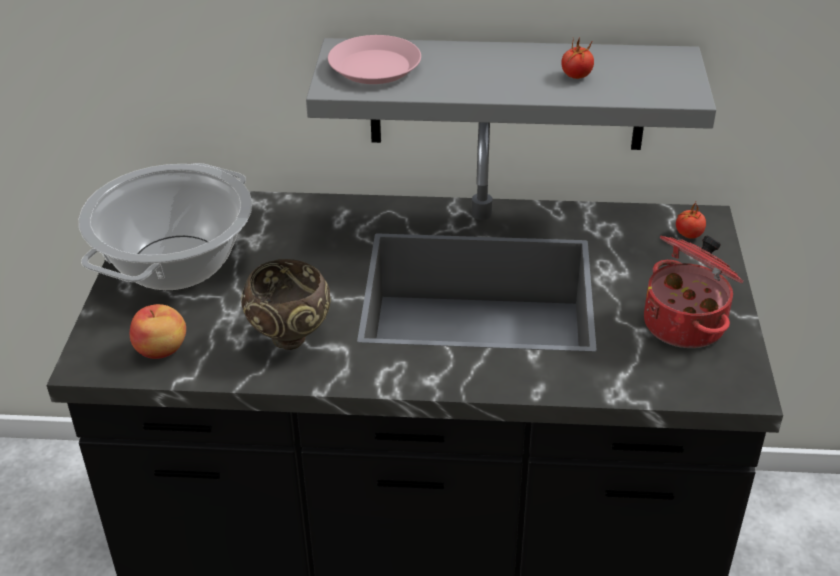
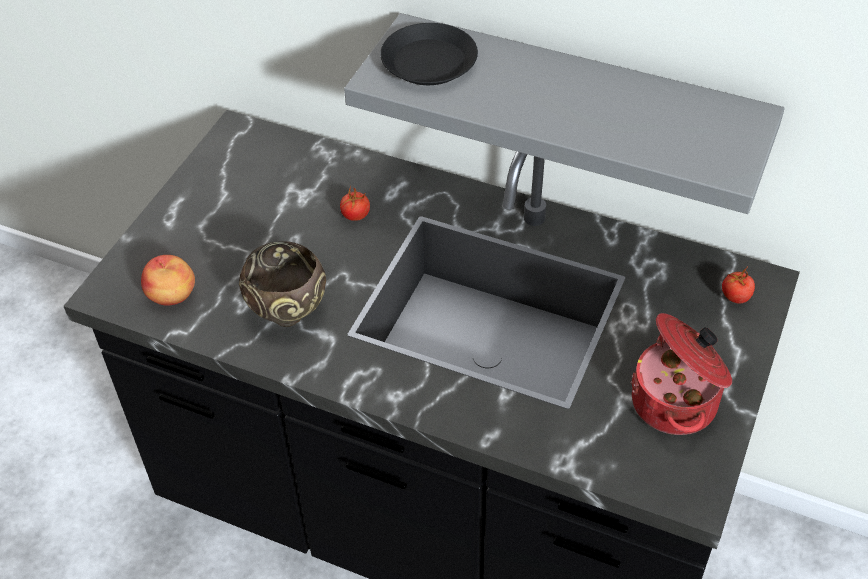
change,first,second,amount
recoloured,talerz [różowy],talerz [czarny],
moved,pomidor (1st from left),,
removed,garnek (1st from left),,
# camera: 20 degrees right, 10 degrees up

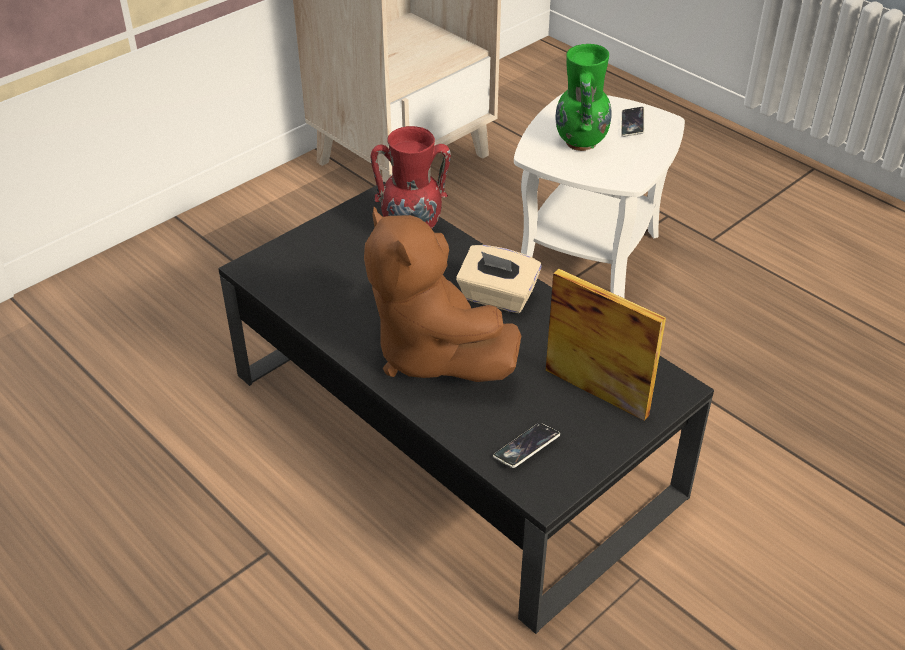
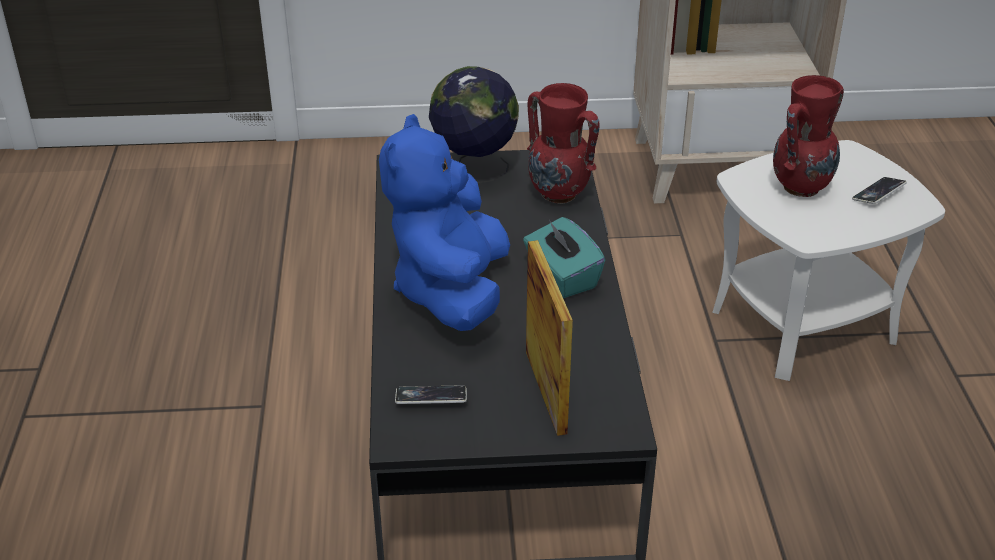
change,first,second,amount
recoloured,wazon [zielony],wazon [czerwony] (2nd from left),
recoloured,pluszak [brązowy],pluszak [niebieski],
recoloured,pudełko chusteczek [beżowy],pudełko chusteczek [turkusowy],
added,,globus,
# camera: 40 degrees right, 5 degrees down

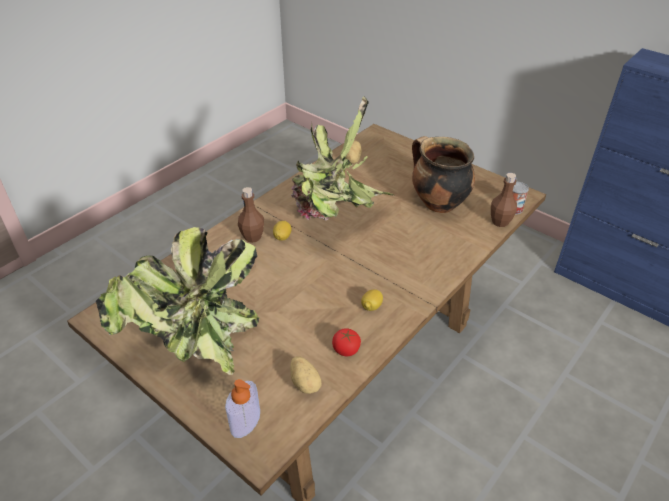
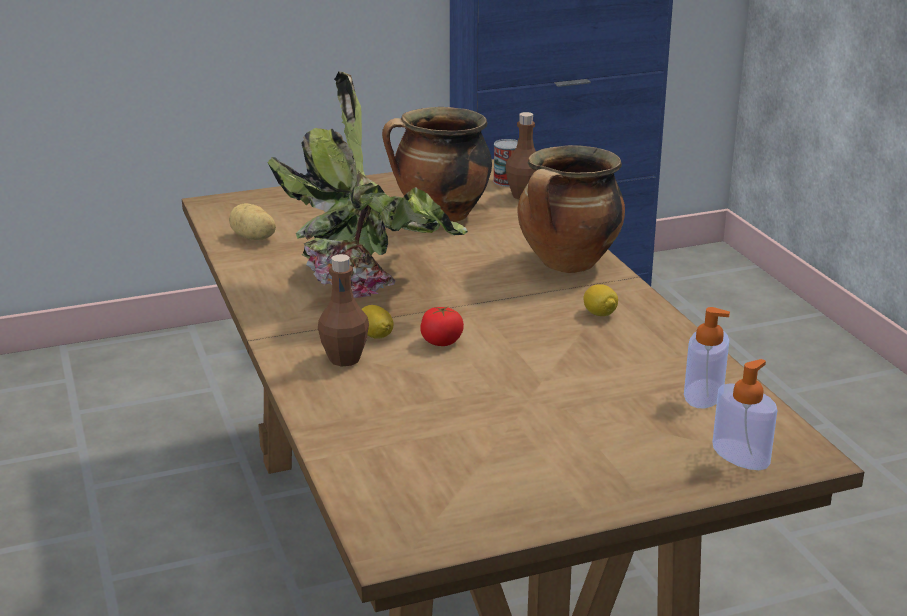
change,first,second,amount
removed,roślina doniczkowa (1st from left),,
moved,pomidor,,
replaced,ziemniak (1st from left),dozownik mydła (1st from left),
added,,garnek (2nd from left),
# camera: 60 degrees left, 15 degrees down

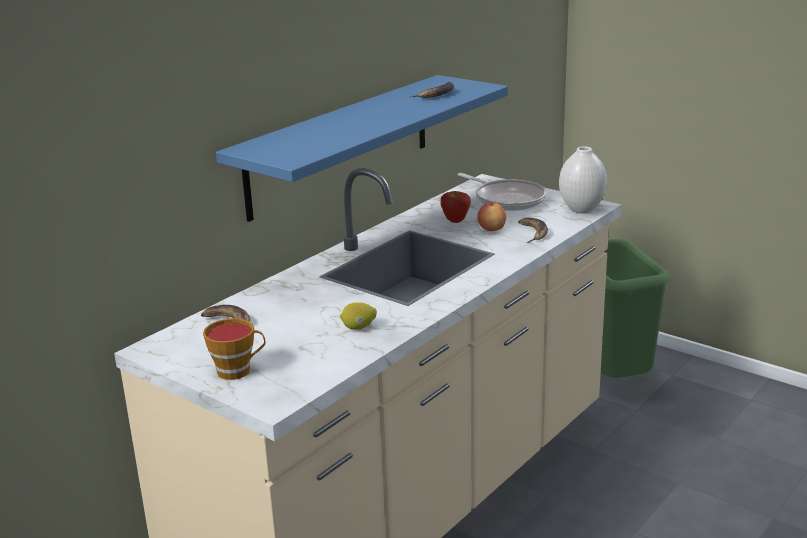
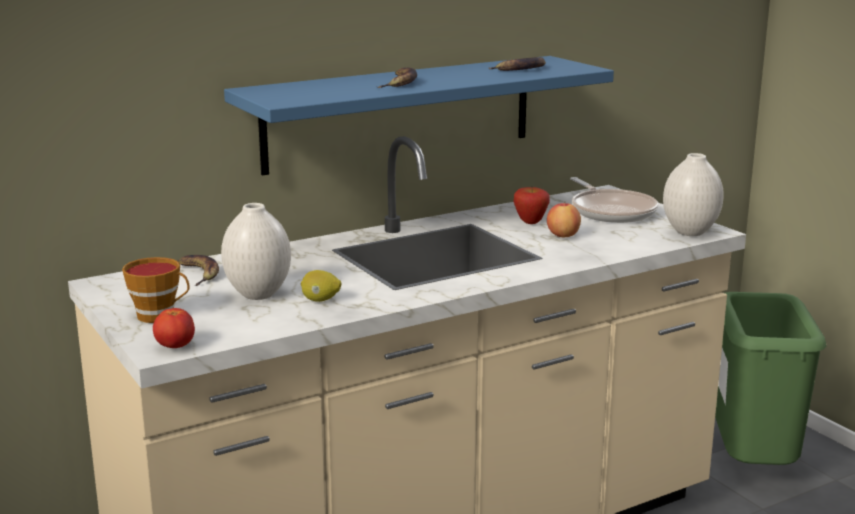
change,first,second,amount
moved,banan (3rd from left in the first image),banan (2nd from left),
added,,wazon [biały] (1st from left),
added,,pomidor,
# camera: 20 degrees right, 5 degrees down

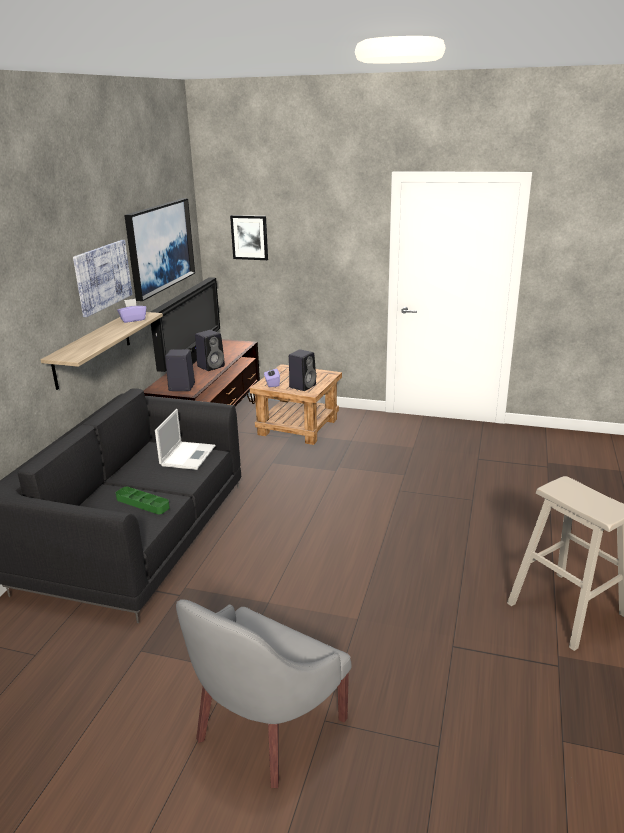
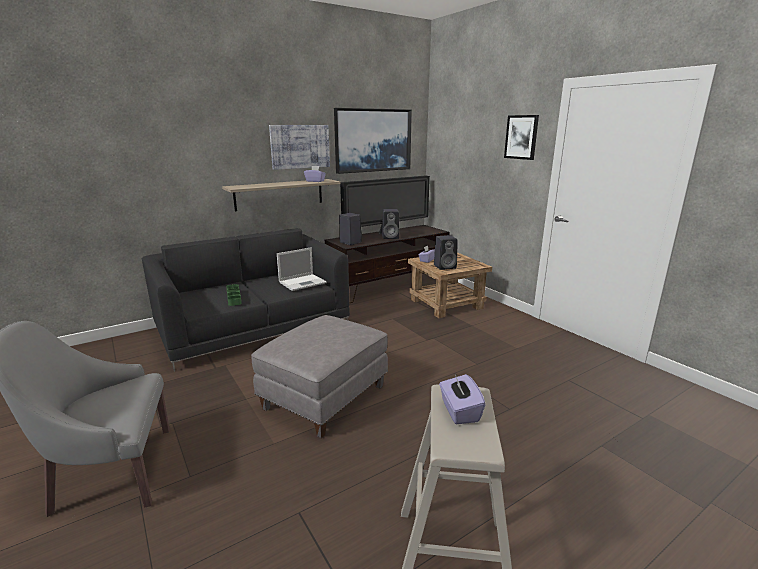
change,first,second,amount
moved,obraz (3rd from left),,
added,,pufa [szary],
added,,pudełko chusteczek [fioletowy] (3rd from left),
# camera: 40 degrees right, 5 degrees down

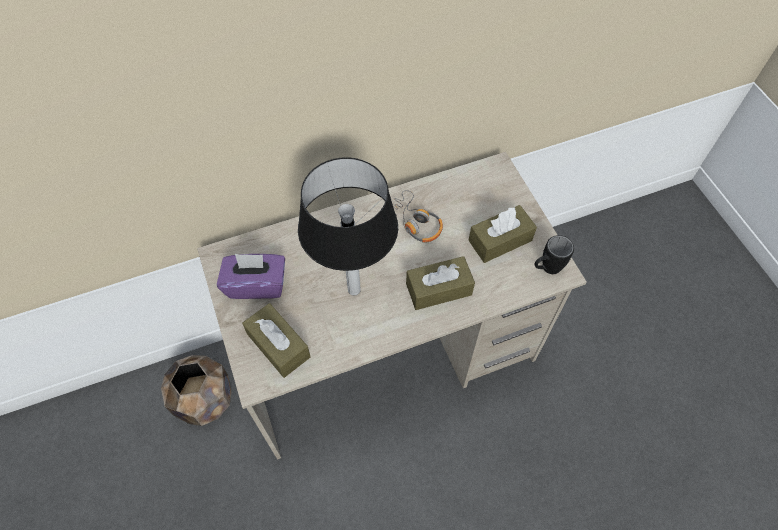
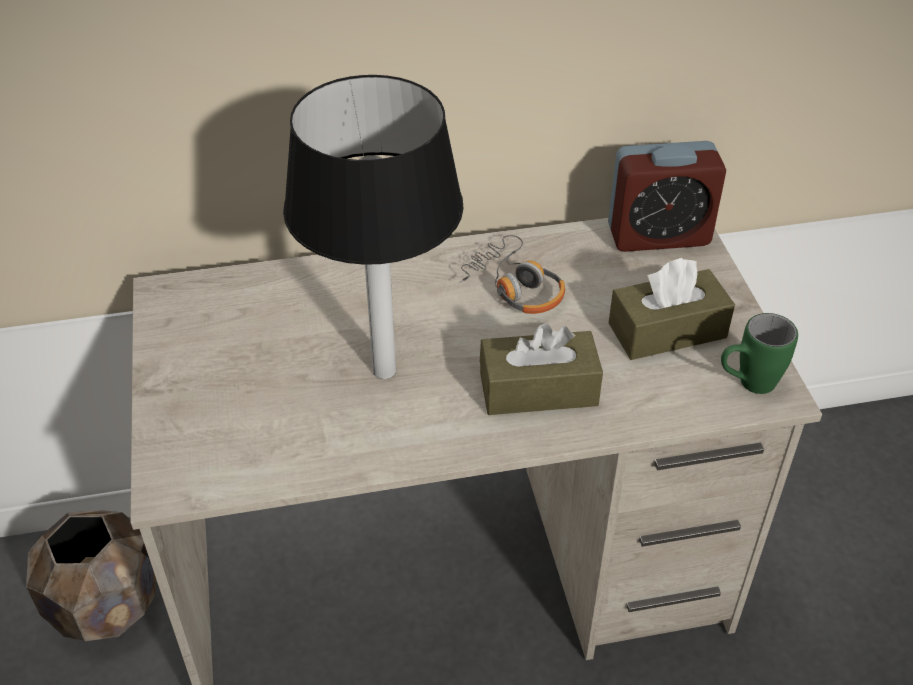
change,first,second,amount
recoloured,kubek [czarny],kubek [zielony],
removed,pudełko chusteczek [fioletowy],,
removed,pudełko chusteczek [brązowy] (1st from left),,
added,,budzik,
# camera: 10 degrees right, 15 degrees down

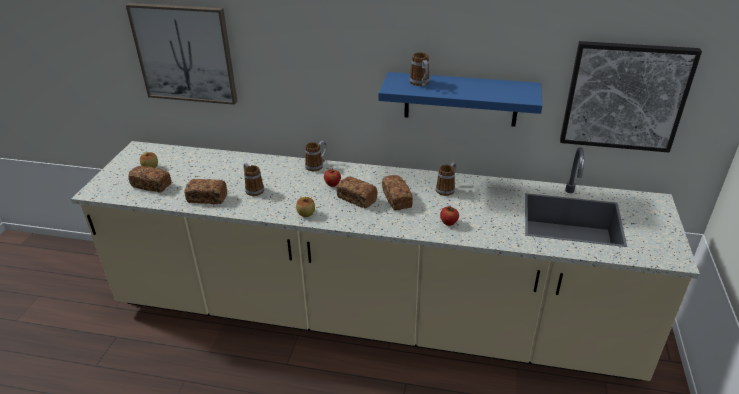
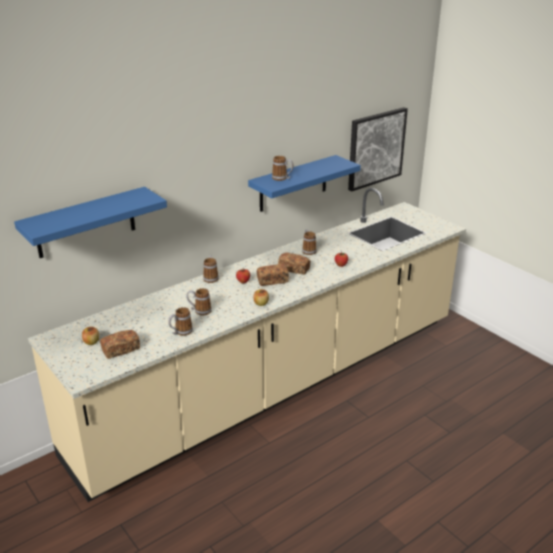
change,first,second,amount
replaced,obraz (1st from left),półka [niebieski] (1st from left),
replaced,chleb (2nd from left),kubek (1st from left),
# camera: 50 degrees left, 5 degrees down

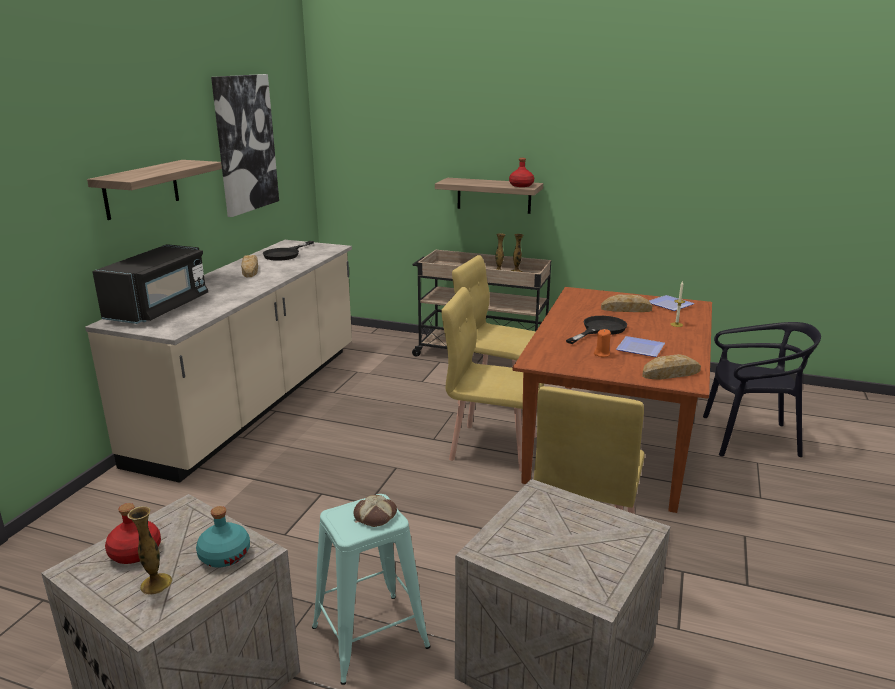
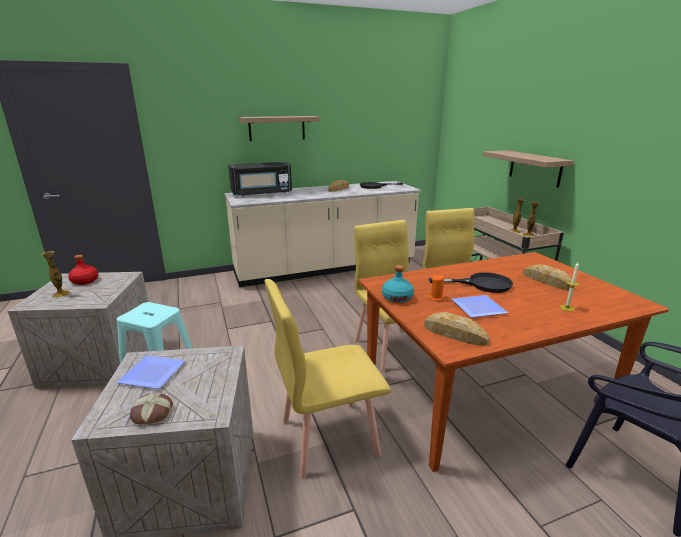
change,first,second,amount
removed,obraz,,
removed,butelka [czerwony] (2nd from left),,
moved,talerz (2nd from left in the first image),talerz (1st from left),
moved,chleb (2nd from left in the first image),chleb (1st from left),
moved,butelka [turkusowy],,
# camera: 50 degrees right, 0 degrees up

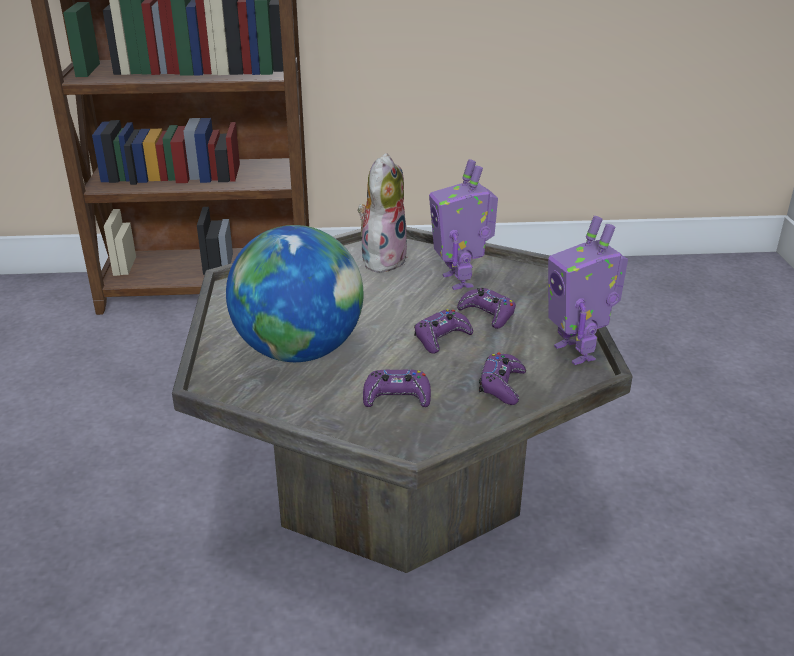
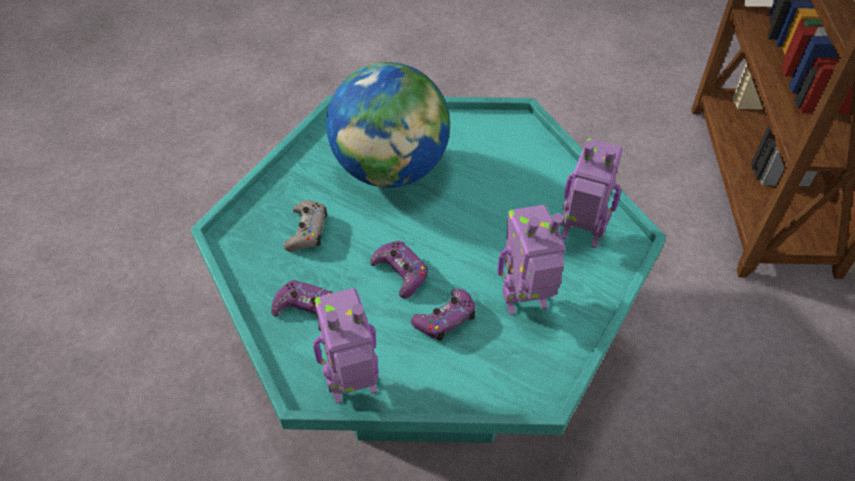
change,first,second,amount
replaced,pluszak,robot zabawkowy (3rd from left),
recoloured,ława [szary],ława [turkusowy],
recoloured,pad do gier [fioletowy] (1st from left),pad do gier [szary],
# camera: 95 degrees right, 20 degrees up

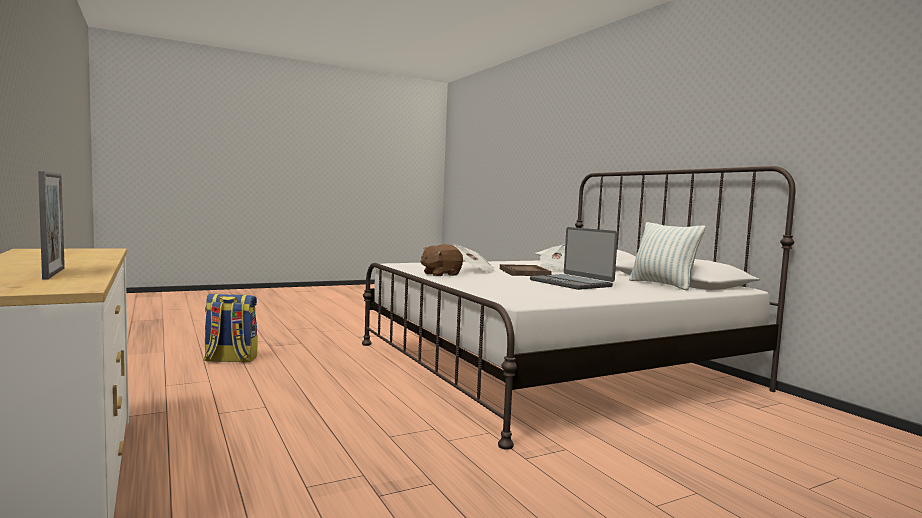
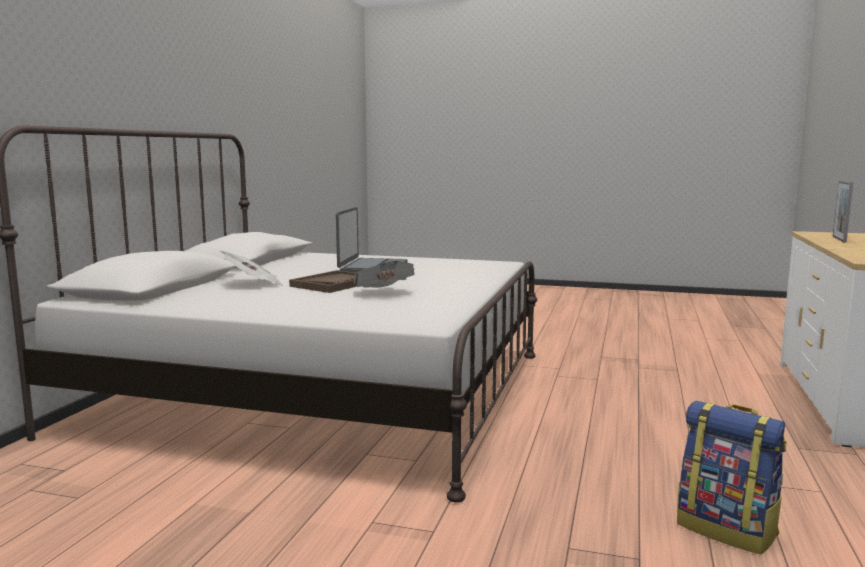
change,first,second,amount
removed,poduszka,,
removed,pluszak [brązowy],,
# camera: 135 degrees left, 5 degrees up

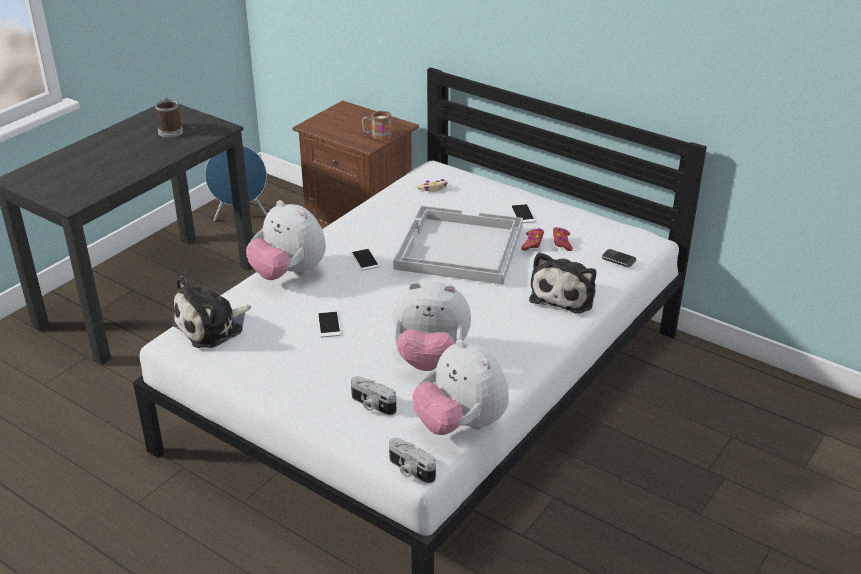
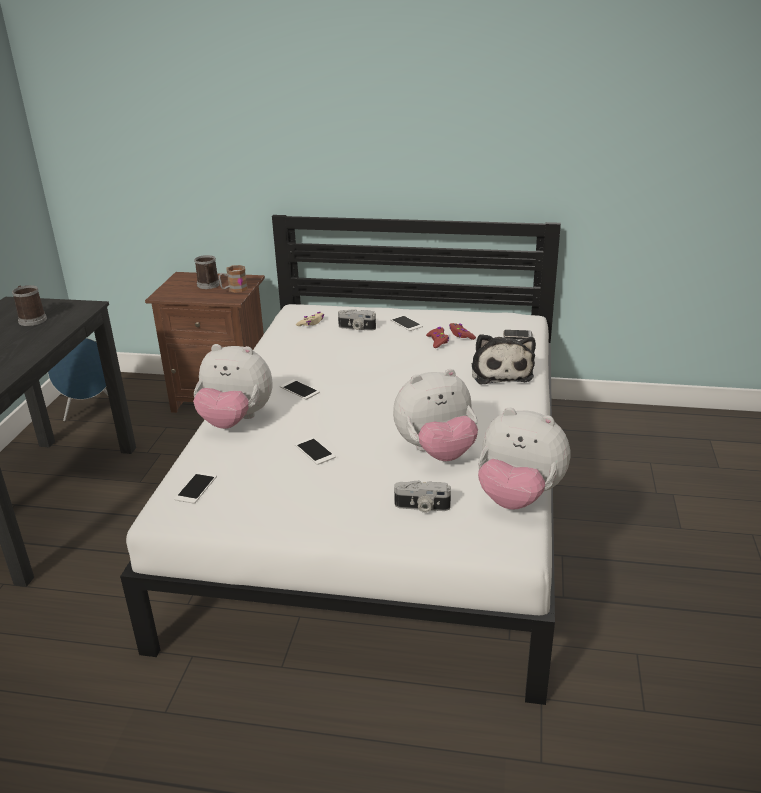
change,first,second,amount
removed,taca [biały],,
replaced,pluszak (1st from left),telefon (1st from left),
moved,aparat fotograficzny (2nd from left in the first image),aparat fotograficzny (1st from left),
added,,kubek (2nd from left),
# camera: 25 degrees left, 5 degrees down

